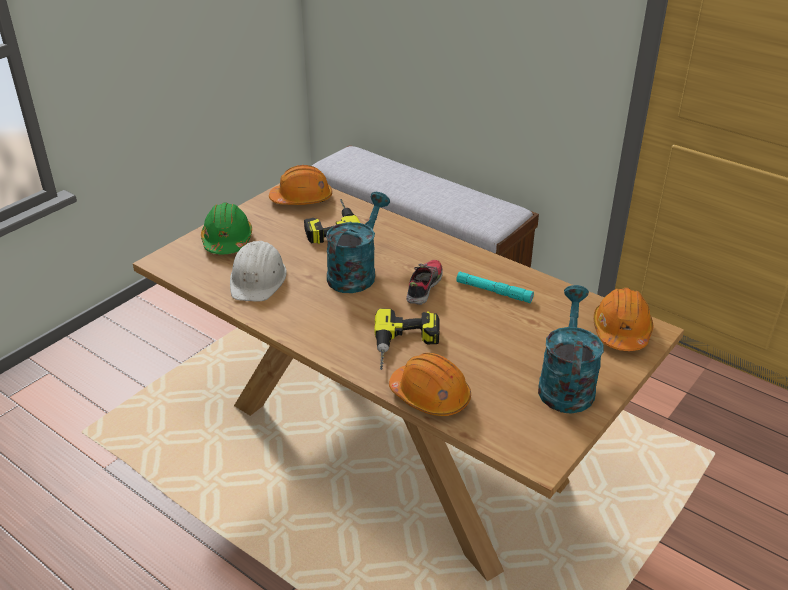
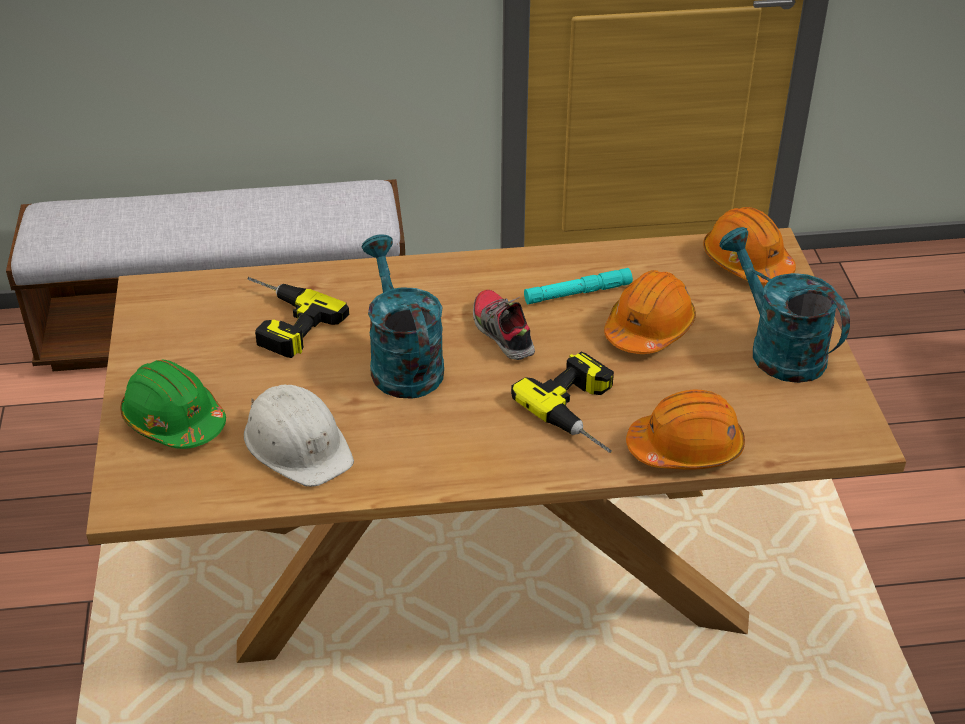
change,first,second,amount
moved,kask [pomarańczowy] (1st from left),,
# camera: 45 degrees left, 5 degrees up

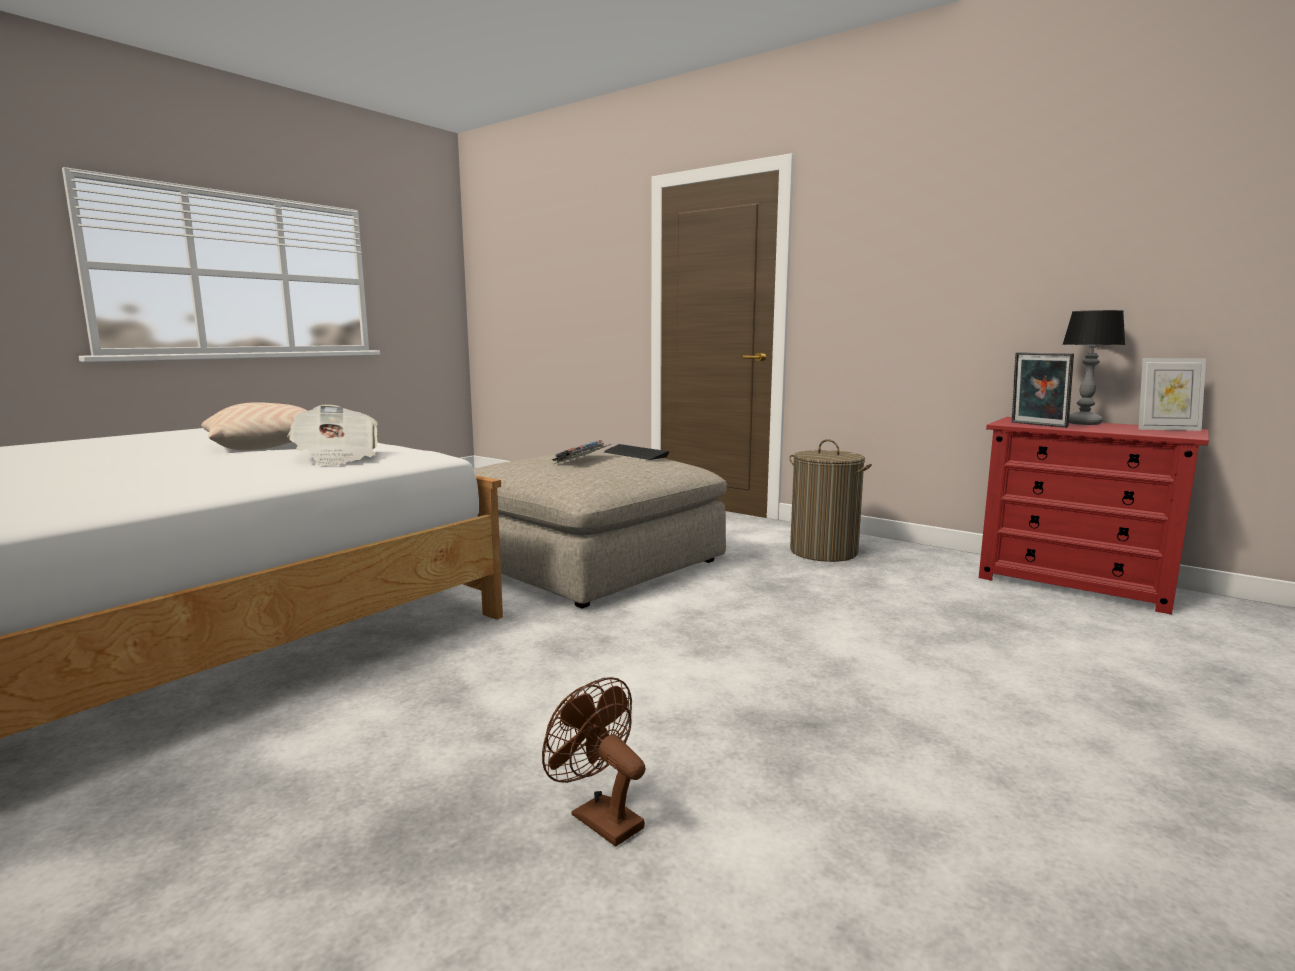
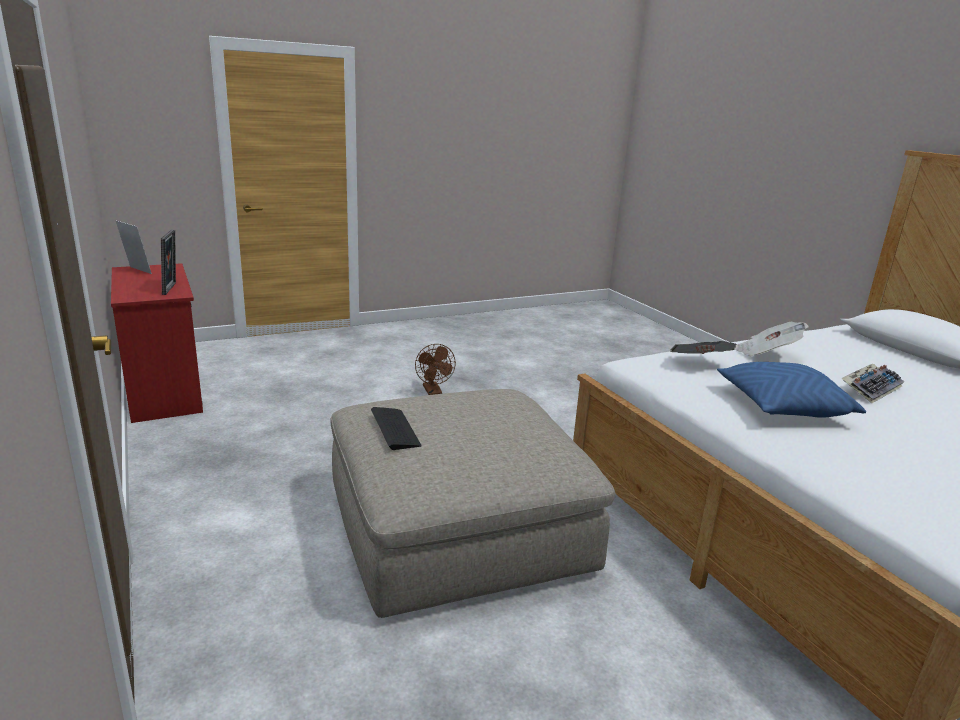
change,first,second,amount
removed,lampa stołowa,,
recoloured,poduszka [beżowy],poduszka [niebieski],
removed,kosz na pranie,,
moved,klawiatura (1st from left in the first image),klawiatura (2nd from left),
moved,wentylator [brązowy],,
added,,gazeta (2nd from left),
# camera: 155 degrees left, 10 degrees up

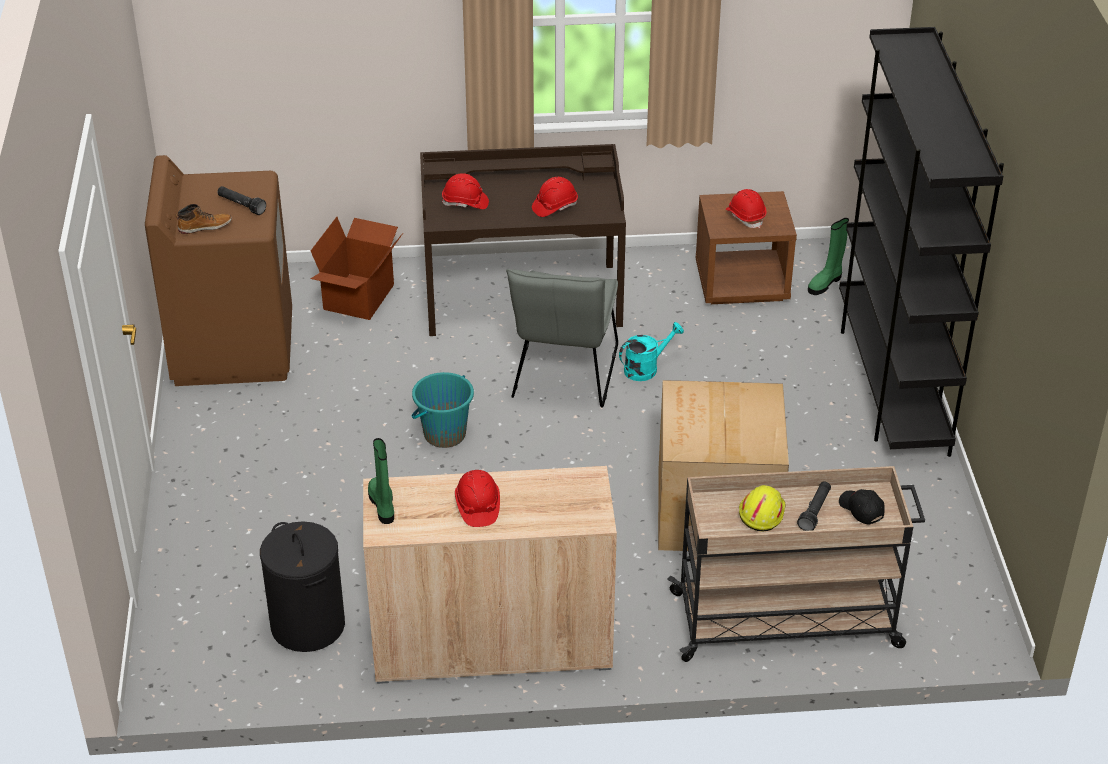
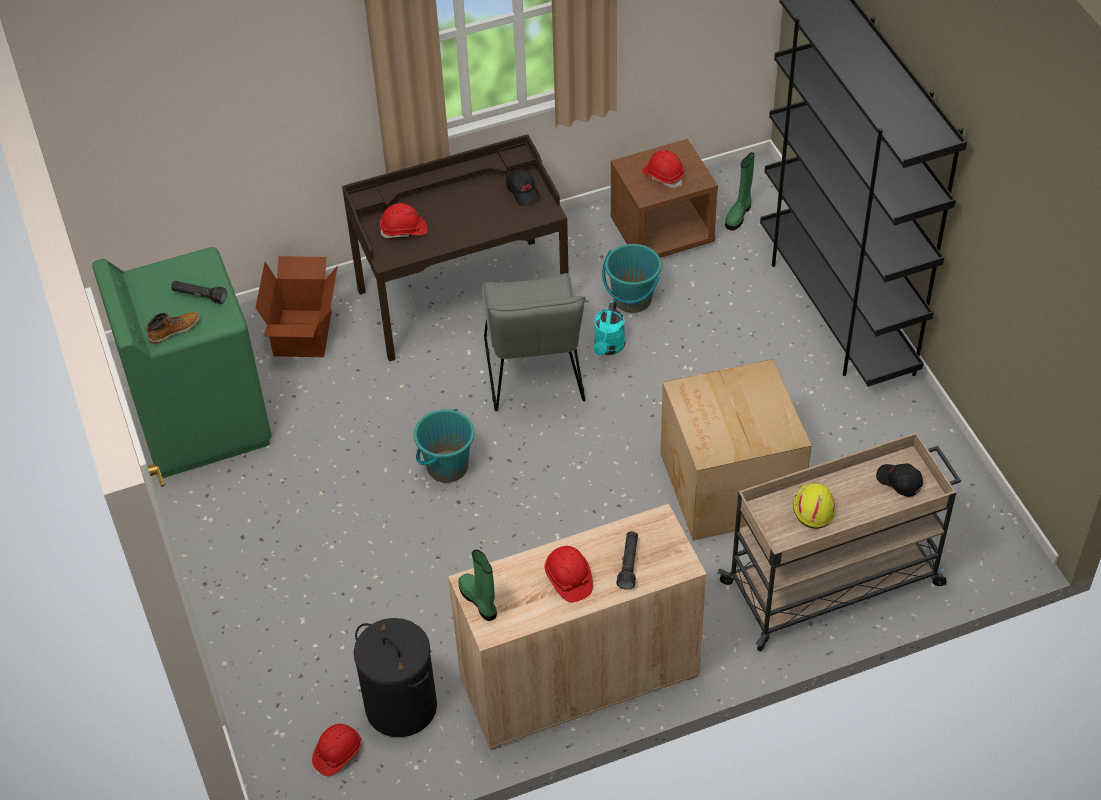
change,first,second,amount
recoloured,pralka [brązowy],pralka [zielony],
moved,kask [czerwony] (3rd from left in the first image),kask [czerwony] (1st from left),
turned,konewka [turkusowy],,150 degrees clockwise
moved,latarka [czarny] (2nd from left),,
added,,czapka z daszkiem [czarny] (1st from left),
added,,wiadro [turkusowy] (2nd from left),
# camera: 15 degrees left, 10 degrees up

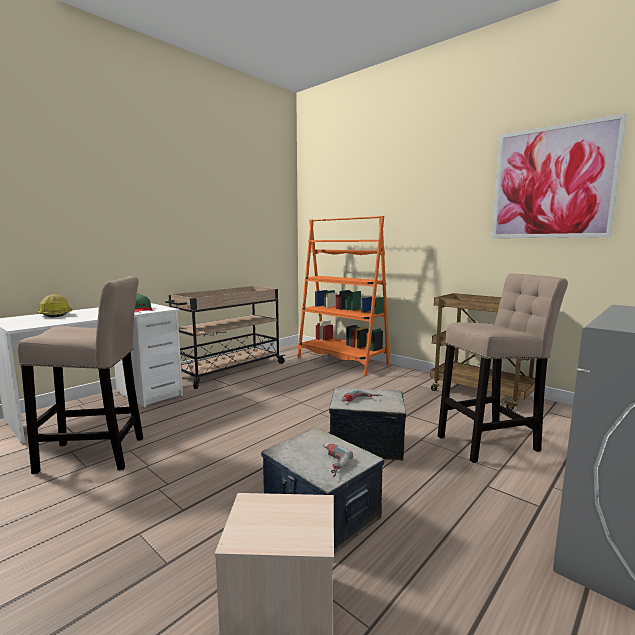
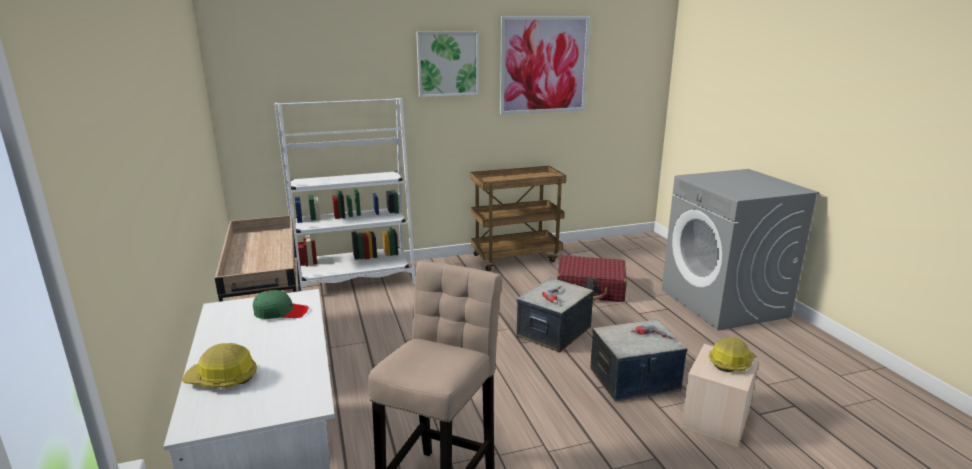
change,first,second,amount
recoloured,regał [pomarańczowy],regał [biały],
replaced,stołek [beżowy] (2nd from left),walizka [czerwony],
added,,obraz (1st from left),
added,,kask (2nd from left),
# camera: 60 degrees left, 10 degrees up

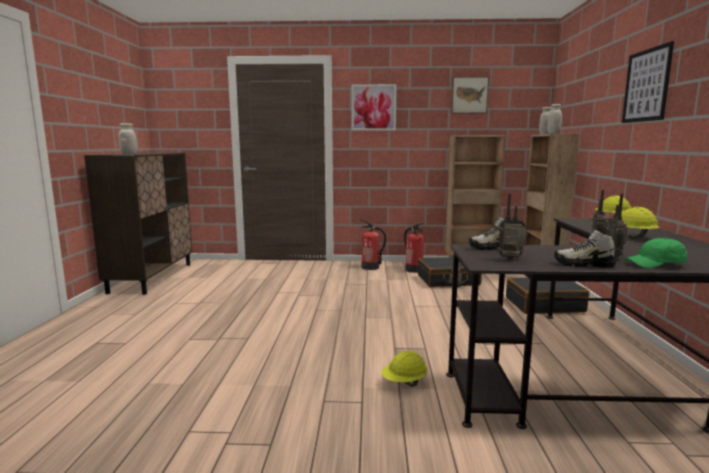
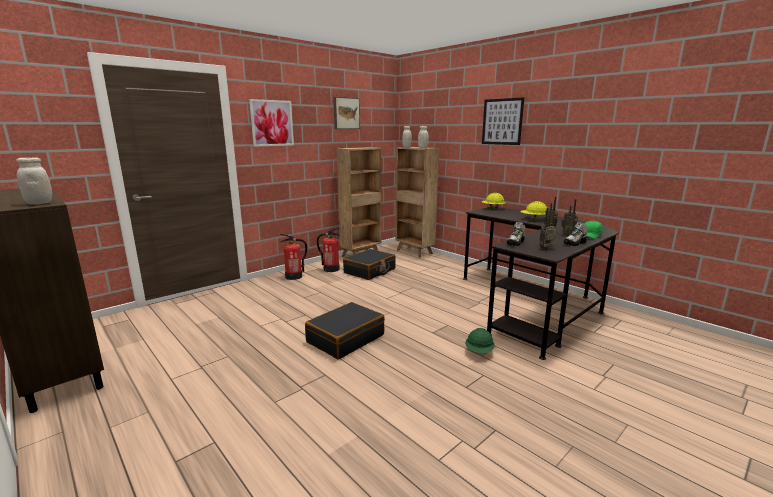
change,first,second,amount
moved,walizka [czarny] (2nd from left in the first image),walizka [czarny] (1st from left),
recoloured,kask [żółty] (1st from left),kask [zielony],
# camera: 45 degrees left, 5 degrees up

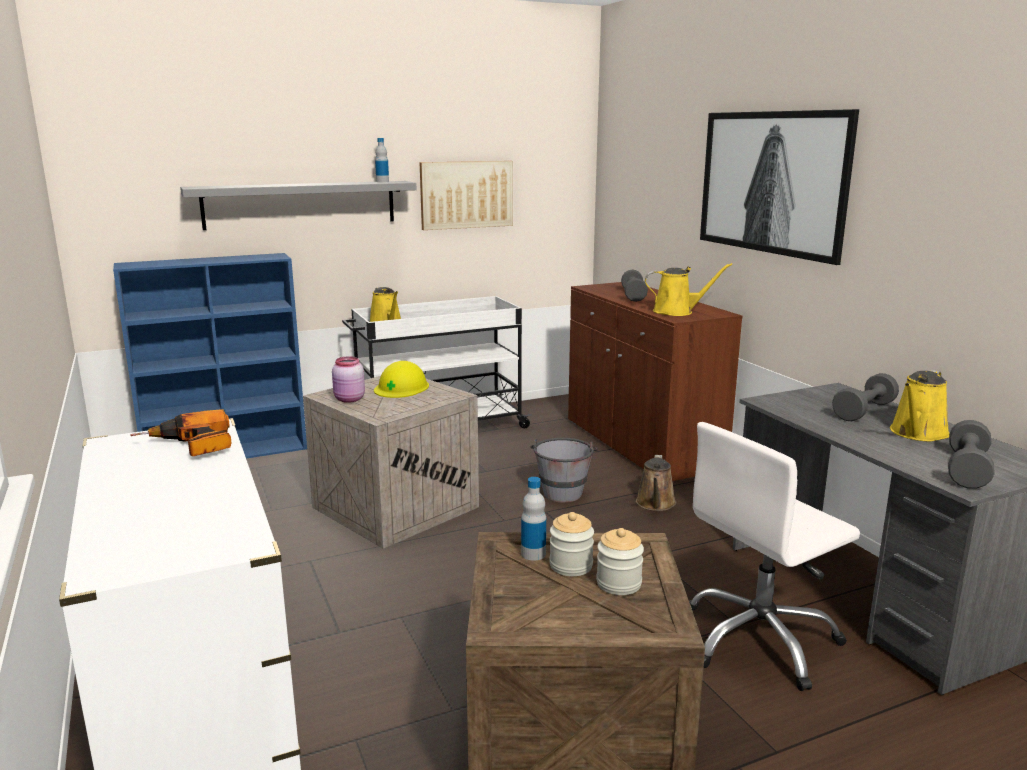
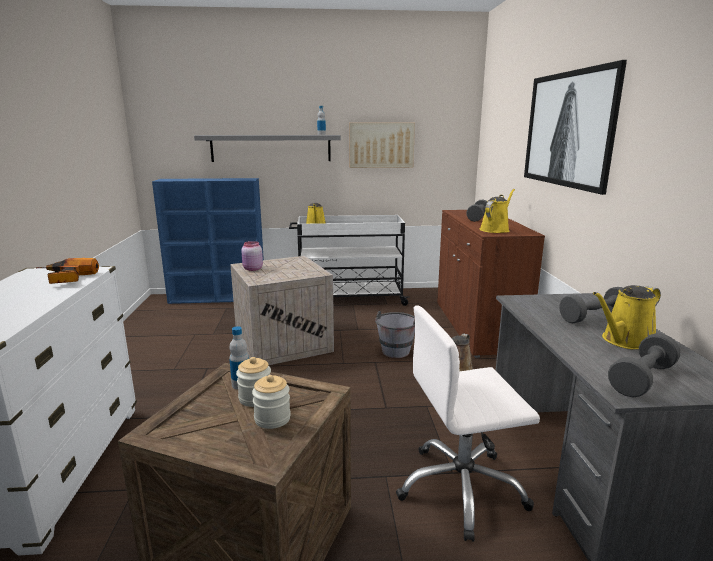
change,first,second,amount
turned,konewka [żółty] (2nd from left),,75 degrees counterclockwise
removed,kask [żółty],,
# camera: 20 degrees right, 0 degrees up

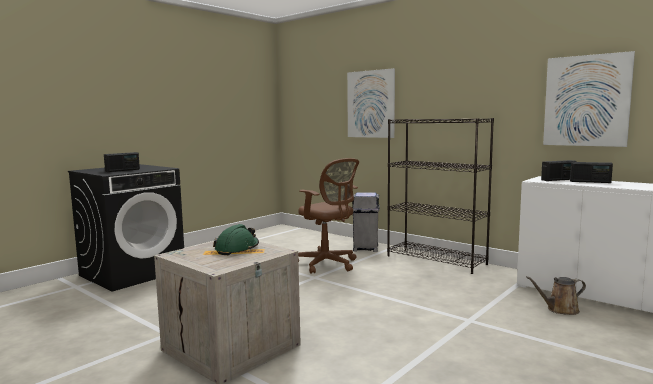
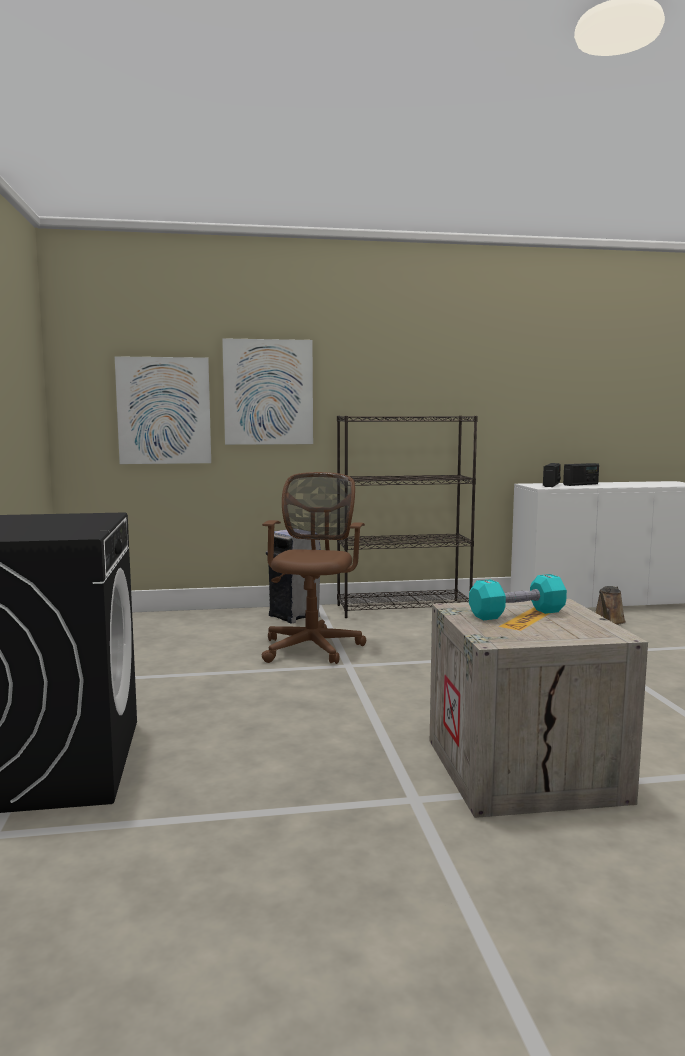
change,first,second,amount
moved,obraz (2nd from left in the first image),obraz (1st from left),
removed,radio (1st from left),,
turned,krzesło biurowe [brązowy],,75 degrees counterclockwise
replaced,kask [zielony],hantel [turkusowy],
# camera: 50 degrees left, 0 degrees up

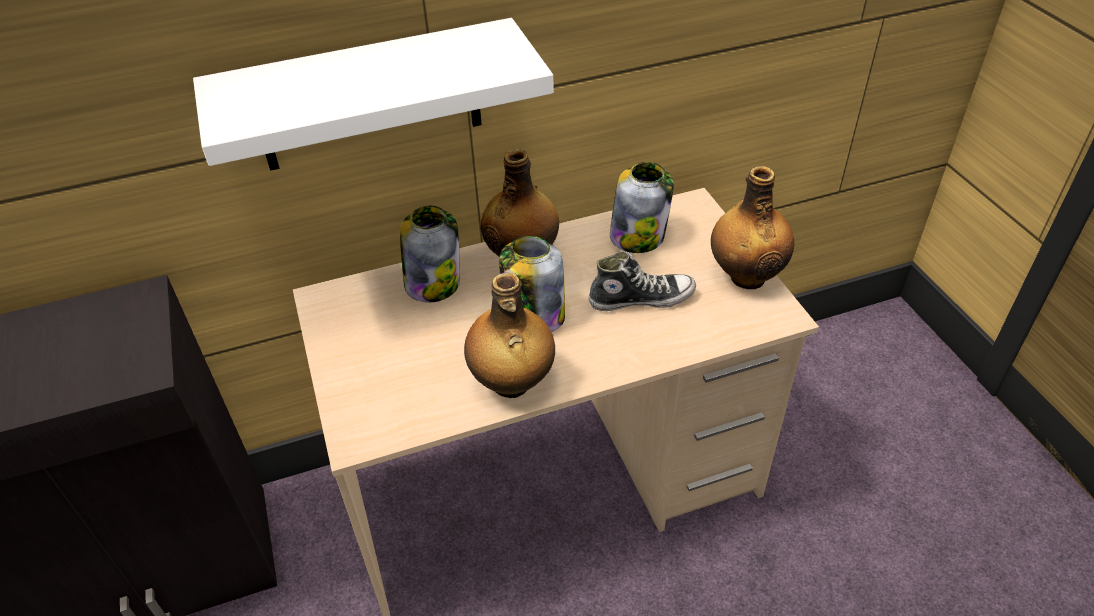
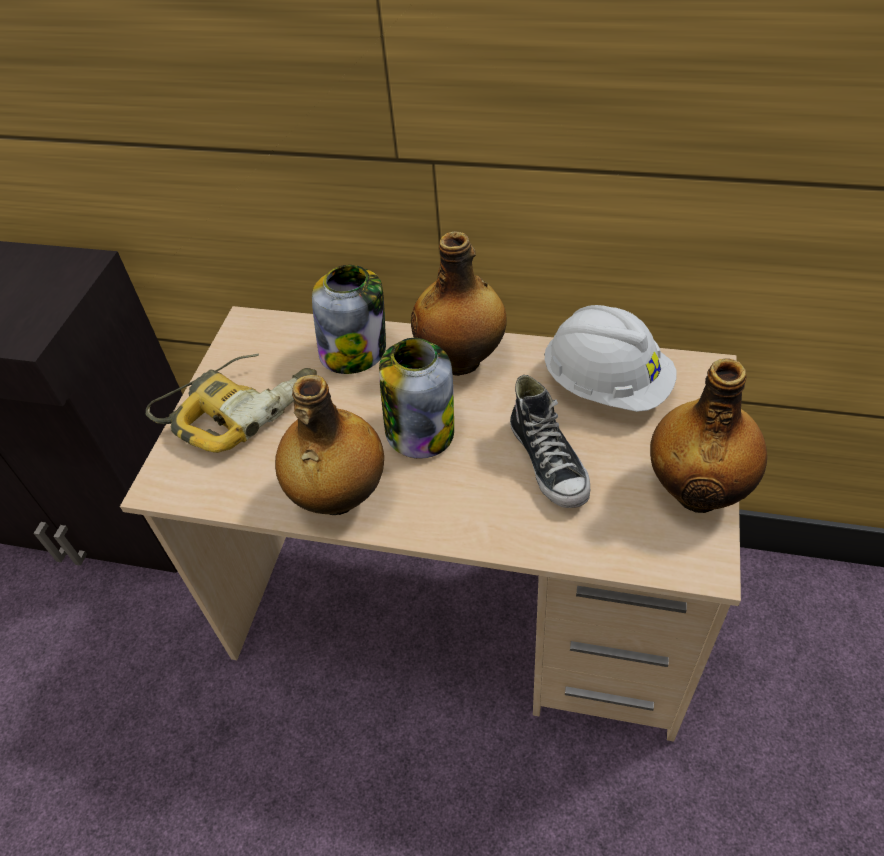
change,first,second,amount
removed,półka [biały],,
replaced,słoik (3rd from left),kask [biały],
turned,but,,45 degrees clockwise
added,,wiertarka,
# camera: 35 degrees right, 5 degrees up

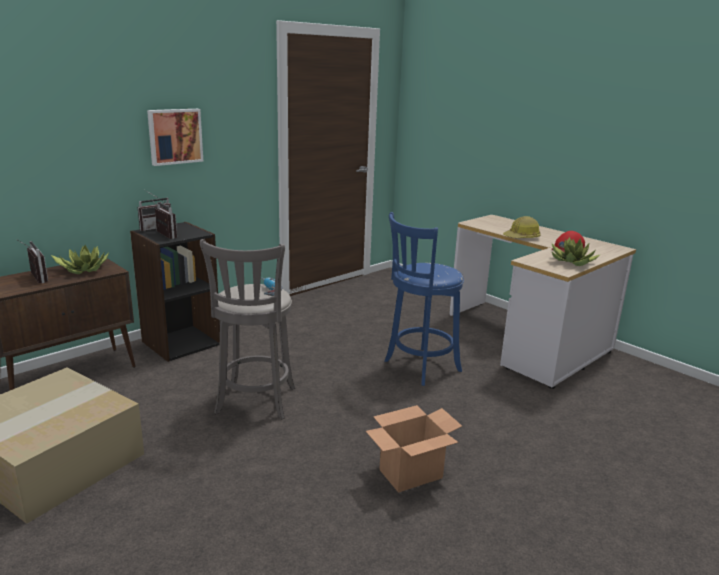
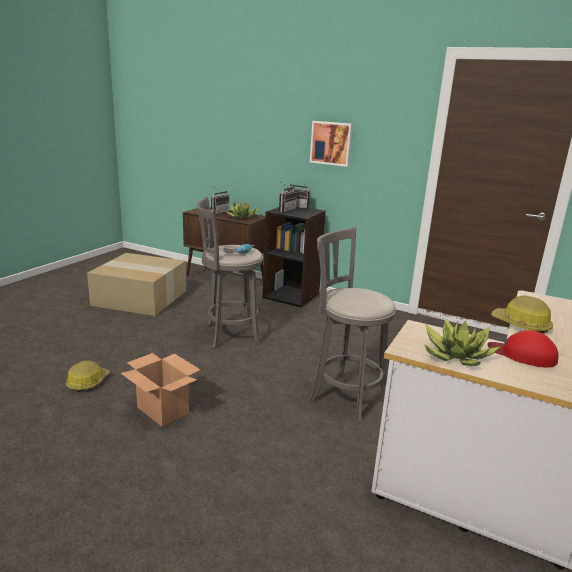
change,first,second,amount
recoloured,stołek [niebieski],stołek [szary] (2nd from left),
added,,kask (1st from left),
# camera: 70 degrees right, 0 degrees up

